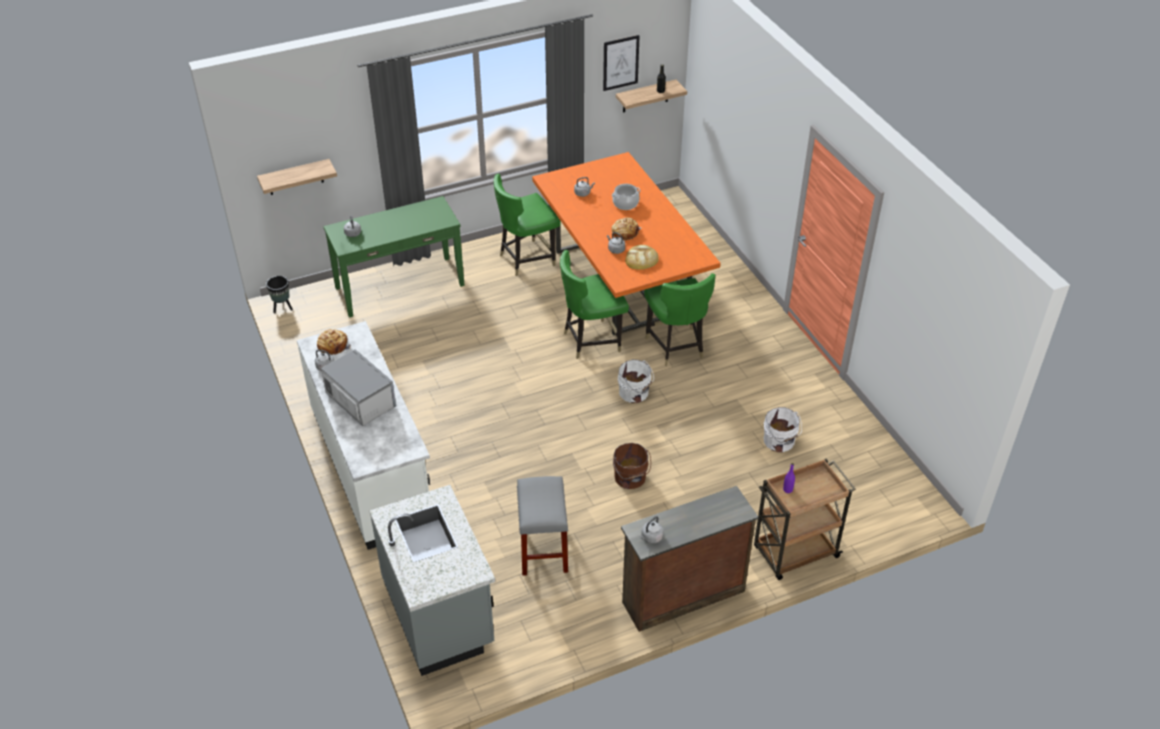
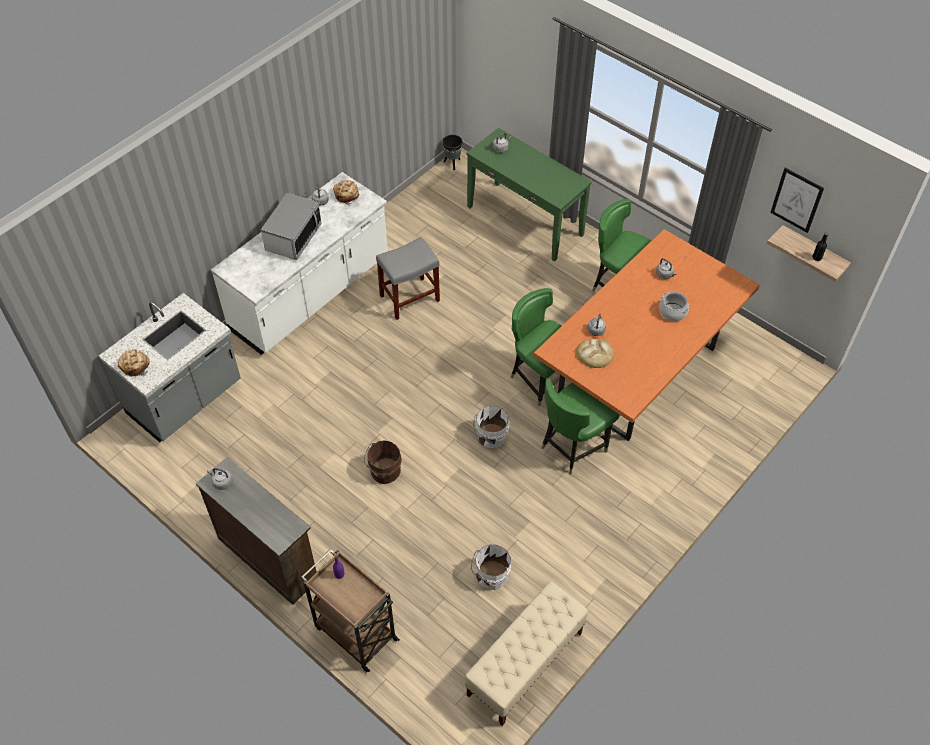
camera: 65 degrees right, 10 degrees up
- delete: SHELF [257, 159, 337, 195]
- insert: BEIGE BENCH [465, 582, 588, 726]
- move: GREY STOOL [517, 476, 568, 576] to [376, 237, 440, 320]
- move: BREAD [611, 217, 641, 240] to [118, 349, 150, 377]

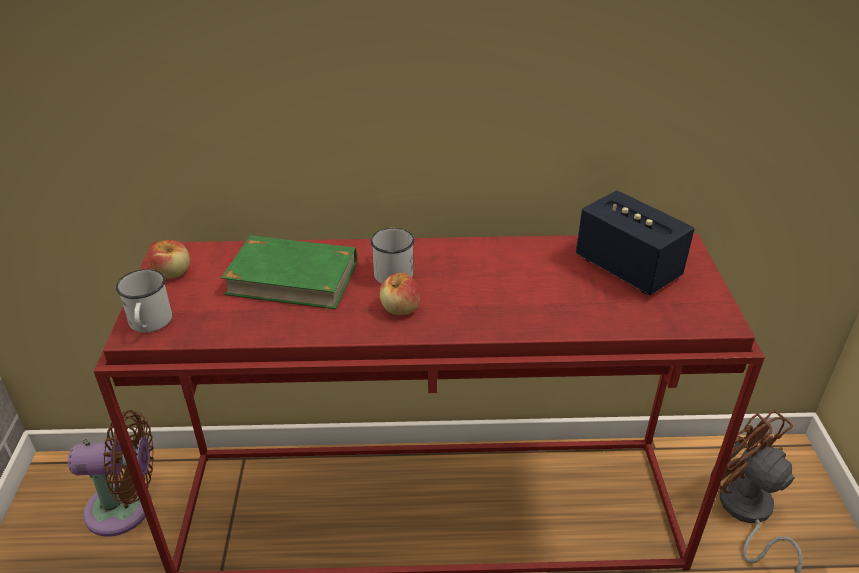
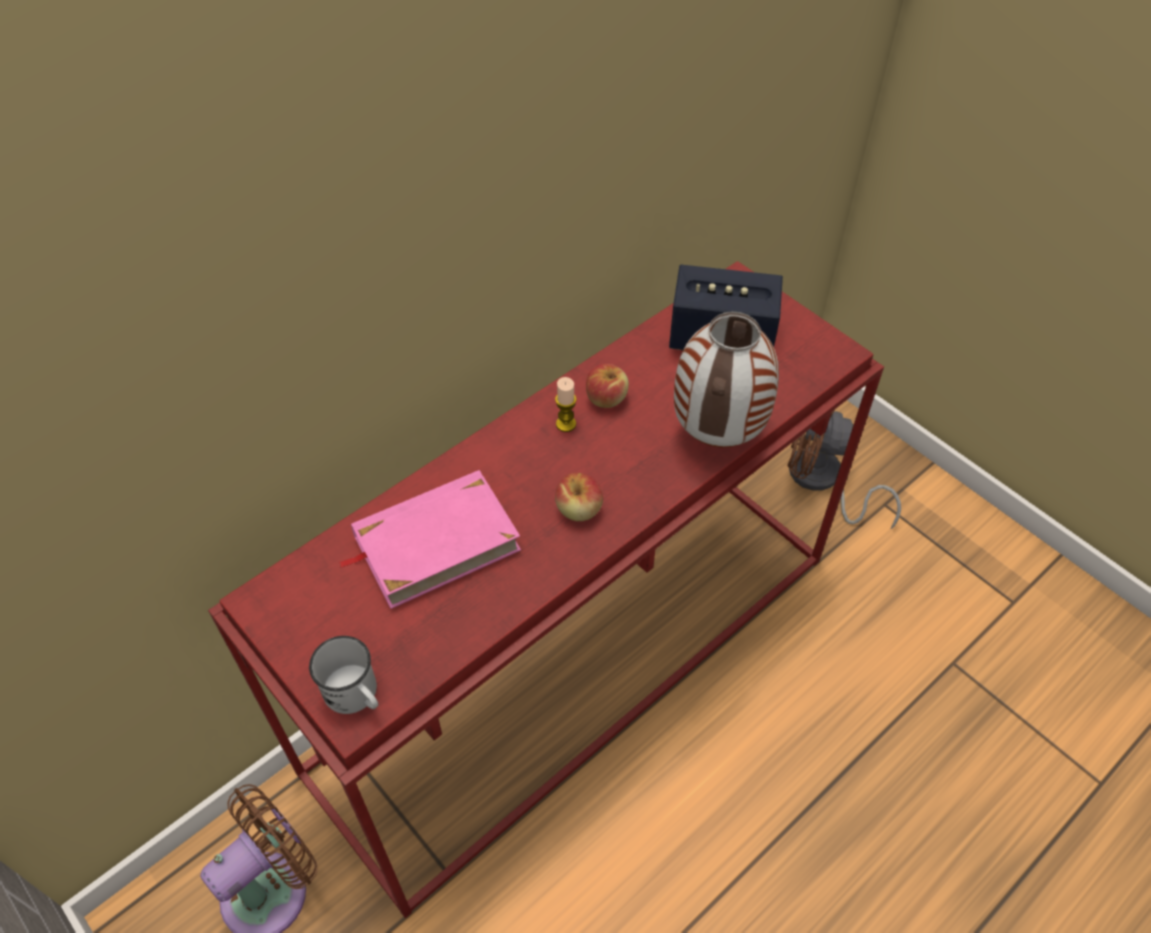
camera: 40 degrees left, 15 degrees up
- delete: WHITE MUG [370, 228, 415, 284]
- insert: CANDLE [555, 377, 576, 432]
- insert: VASE [674, 311, 779, 447]
- move: APPLE [148, 240, 190, 279] to [586, 364, 629, 408]
- recolor: GREEN BOOK [221, 235, 357, 309] to PINK BOOK [338, 470, 521, 609]

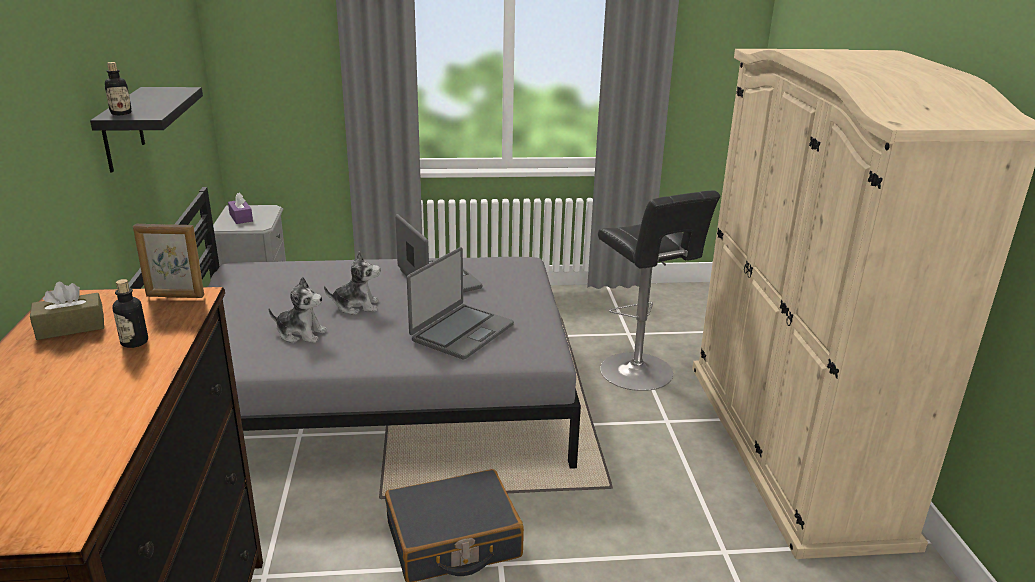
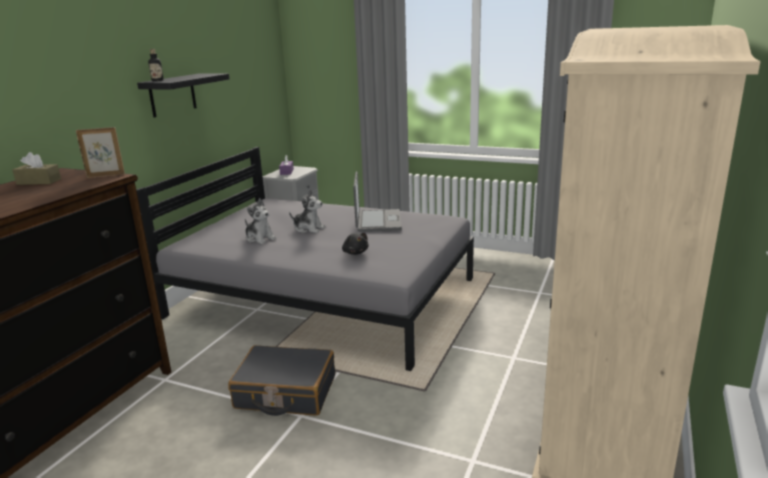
camera: 30 degrees right, 5 degrees down
- delete: BOTTLE [112, 279, 148, 348]
- delete: BLACK STOOL [598, 190, 720, 391]
- replace: LAPTOP [407, 247, 514, 360] to BLACK PLUSH TOY [342, 233, 369, 255]
- rotate: PICTURE FRAME [133, 224, 204, 298] = [76, 127, 125, 178] 135 degrees clockwise

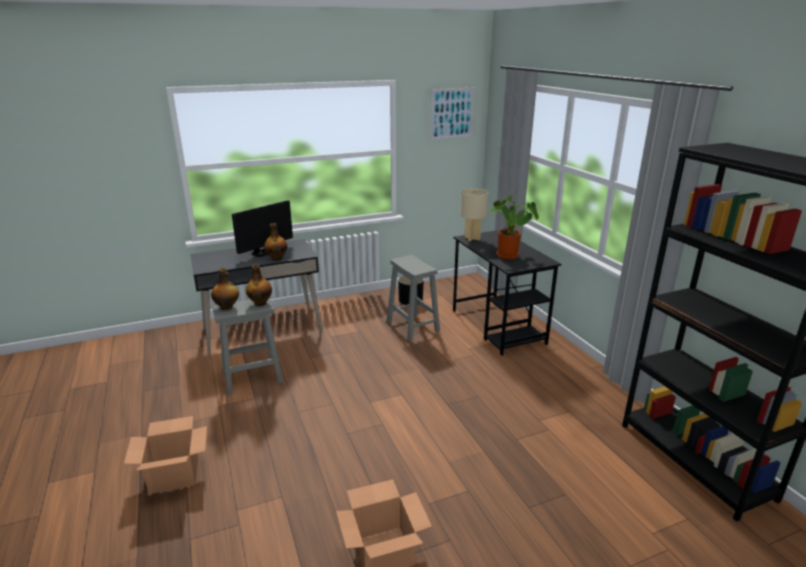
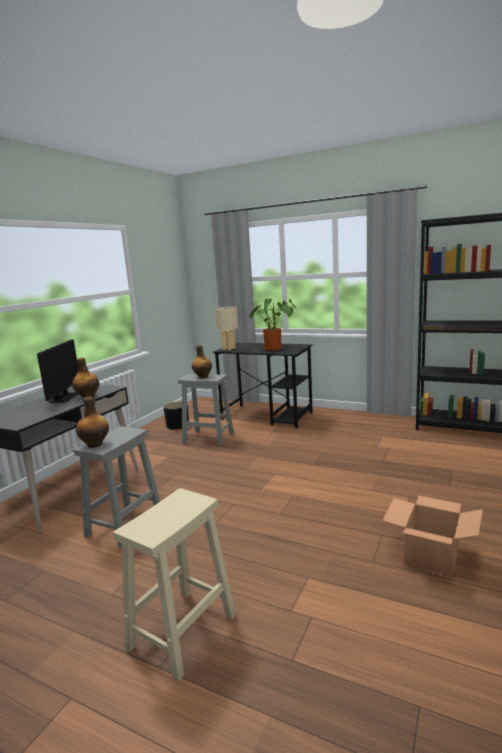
camera: 40 degrees left, 10 degrees down
- delete: PICTURE [430, 88, 474, 140]
- move: BOTTLE [246, 264, 272, 306] to [192, 345, 212, 378]
- replace: CARDBOARD BOX [124, 416, 207, 494] to BEIGE STOOL [113, 488, 236, 682]

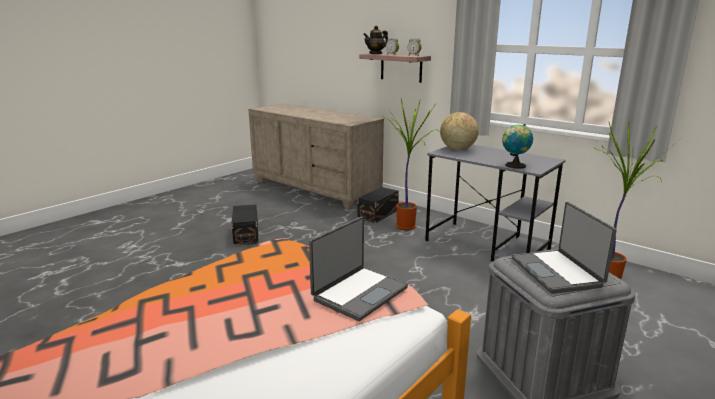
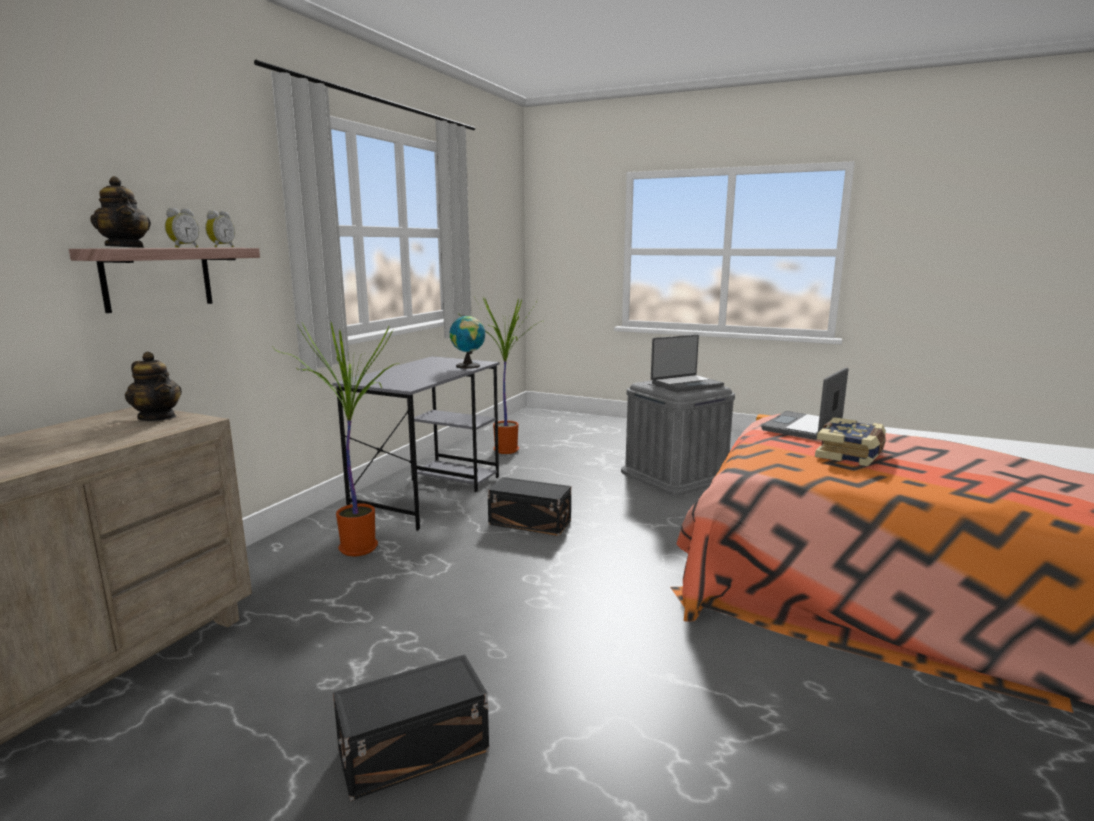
camera: 105 degrees left, 5 degrees down
- delete: GLOBE [440, 112, 479, 150]
- insert: TEAPOT [125, 352, 182, 421]
- insert: BOOK [815, 417, 886, 466]
- move: BLACK STORAGE BOX [358, 187, 399, 223] to [488, 477, 571, 536]
- rotate: LAPTOP [309, 217, 408, 321] = [761, 368, 848, 440] 75 degrees counterclockwise

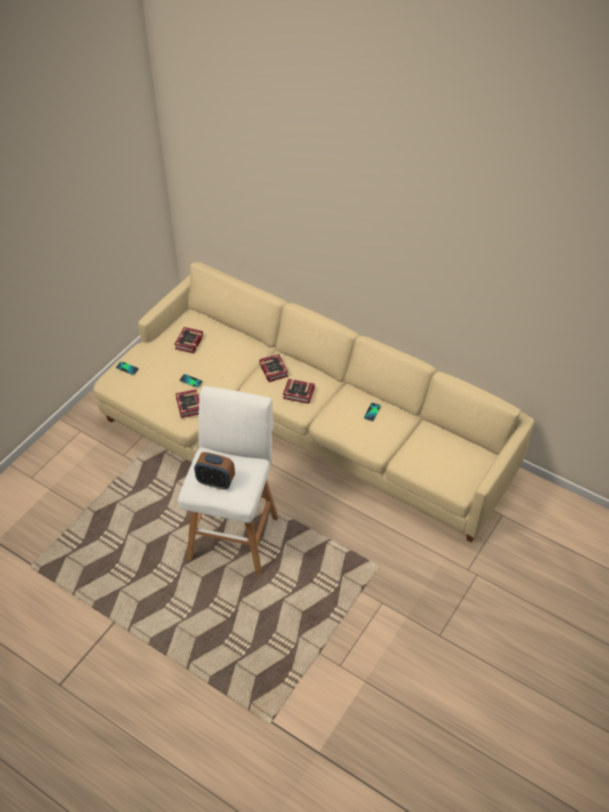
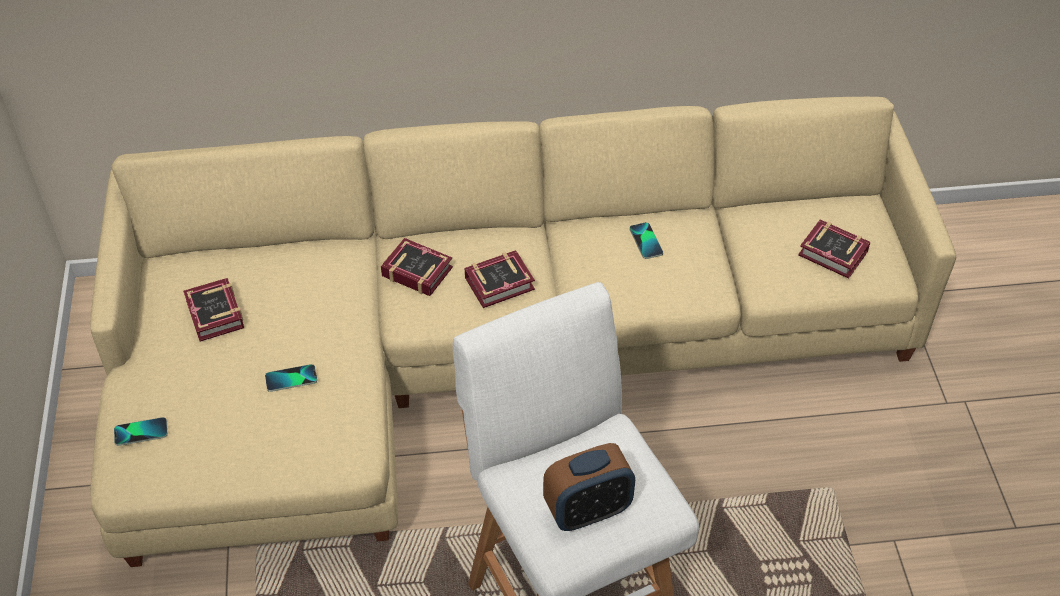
camera: 40 degrees left, 0 degrees up
- move: BOOK [175, 389, 199, 418] to [798, 220, 871, 279]

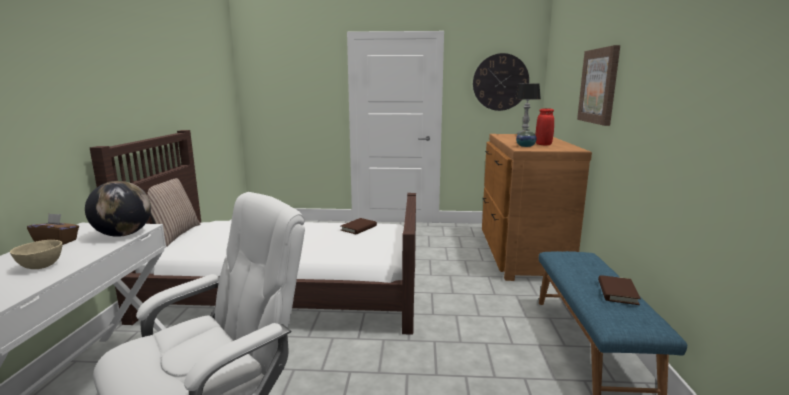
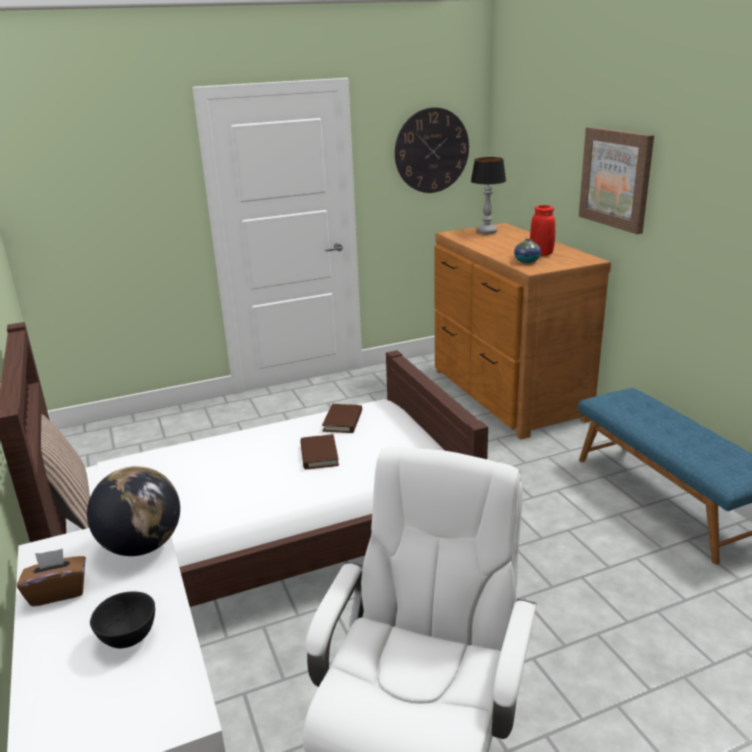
camera: 25 degrees left, 10 degrees up
- move: BROWN BOOK [598, 275, 641, 305] to [301, 434, 339, 469]
- recolor: BEIGE BOWL [10, 240, 63, 269] to BLACK BOWL [90, 591, 155, 648]

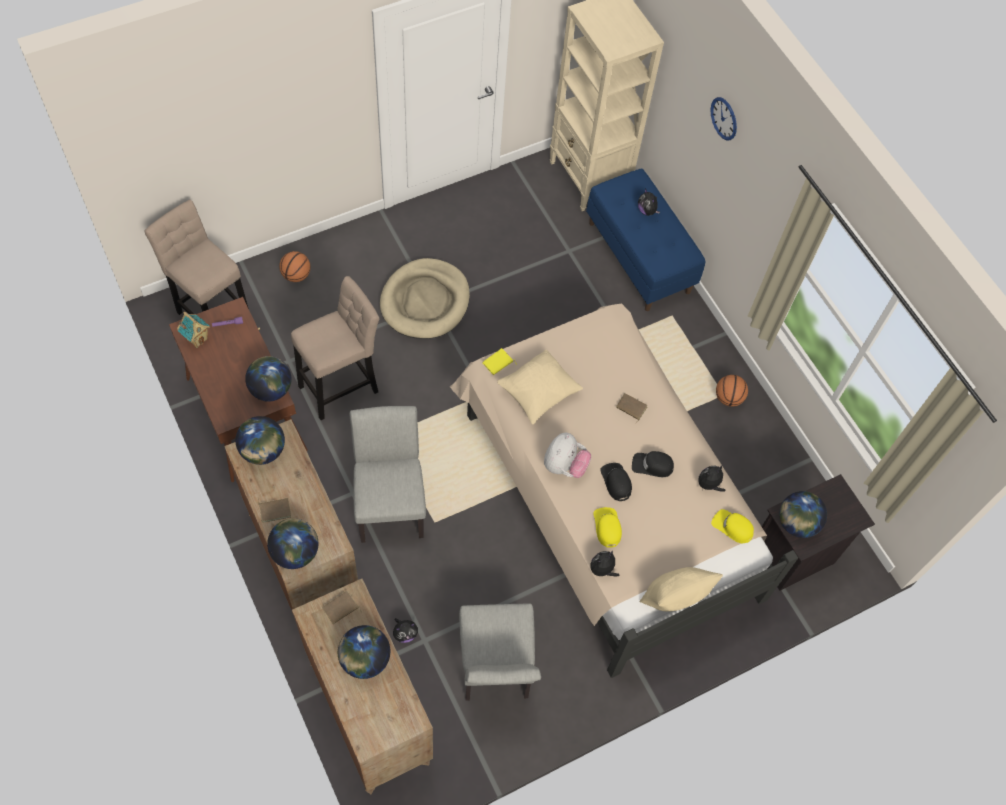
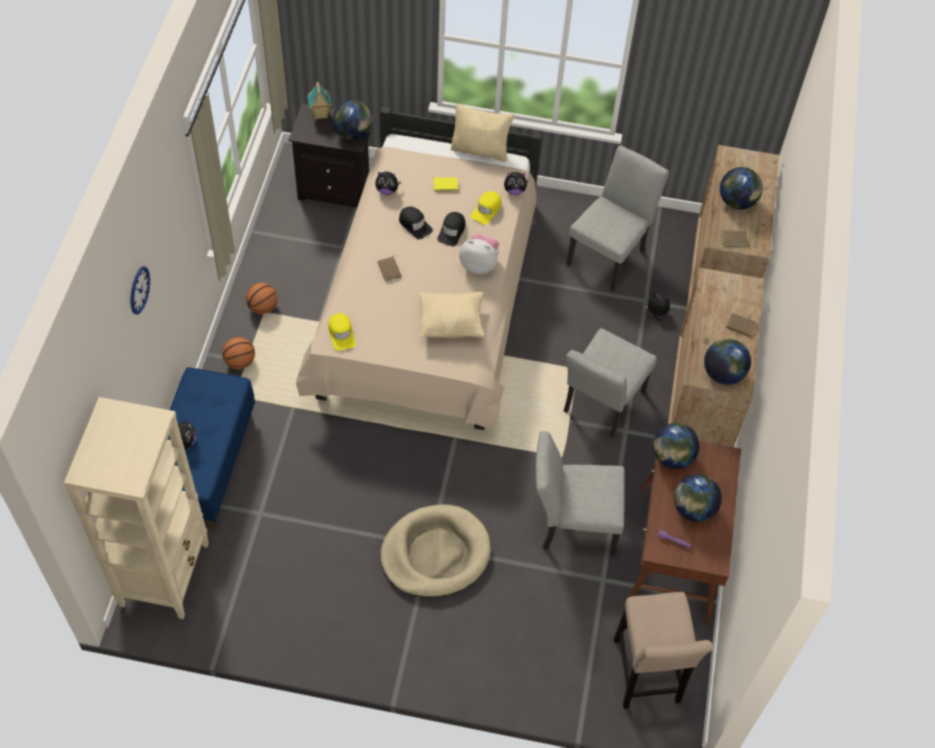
camera: 140 degrees left, 5 degrees down
- move: TOY HOUSE [177, 312, 210, 348] to [307, 81, 332, 120]
- move: GLOBE [267, 518, 318, 569] to [674, 474, 722, 522]
- move: BASKETBALL [279, 251, 311, 282] to [222, 337, 255, 369]
- move: YELLOW BOOK [482, 348, 517, 375] to [433, 175, 458, 192]
- move: YELLOW CAP [711, 509, 754, 543] to [328, 313, 356, 350]
- replace: BEIGE STOOL [291, 276, 379, 420] to GREY CHAIR [536, 431, 625, 556]
- rotate: PLUSH TOY [544, 433, 591, 478] = [459, 234, 499, 274] 45 degrees clockwise

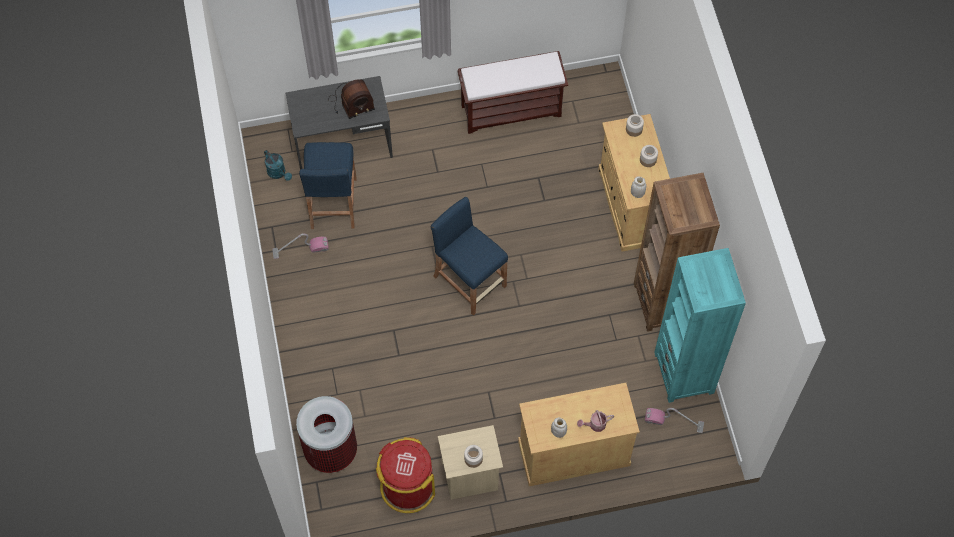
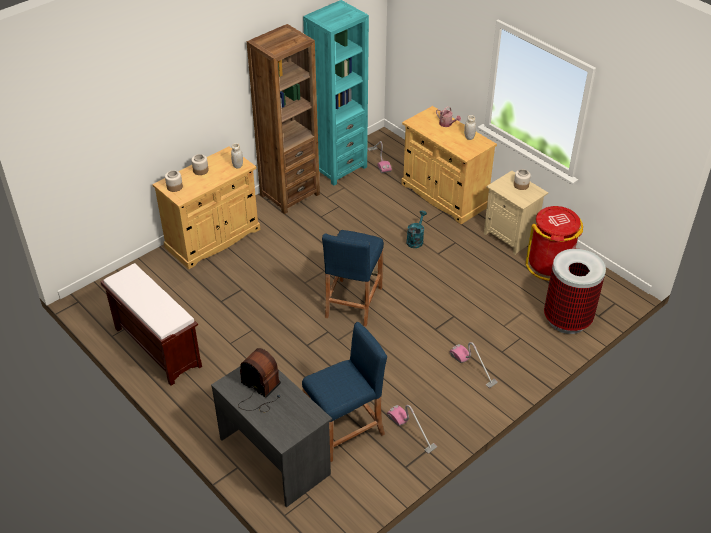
camera: 120 degrees left, 20 degrees down
- insert: VACUUM CLEANER [450, 342, 498, 388]
- move: TURQUOISE WATERING CAN [264, 150, 292, 181] to [406, 211, 427, 248]

